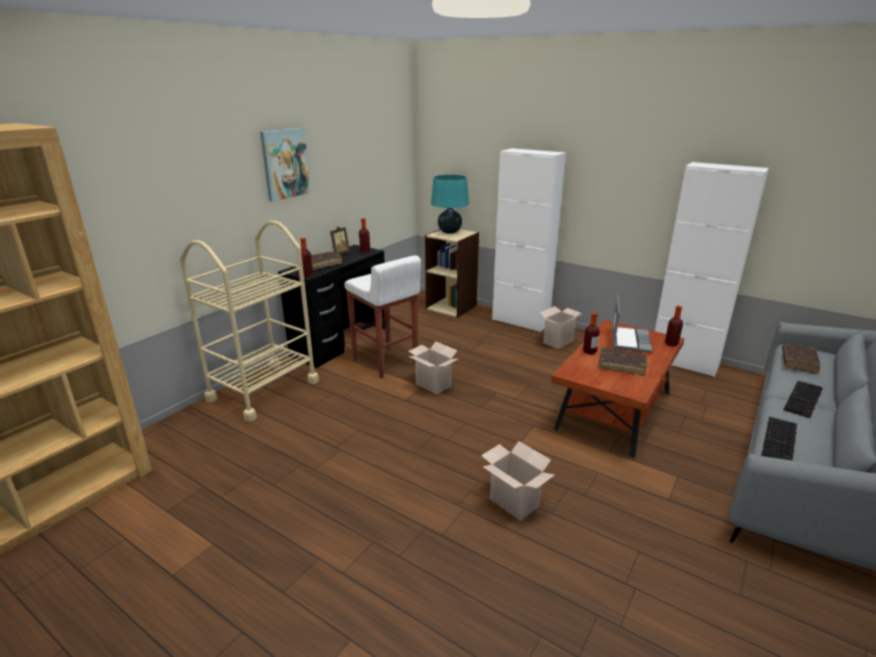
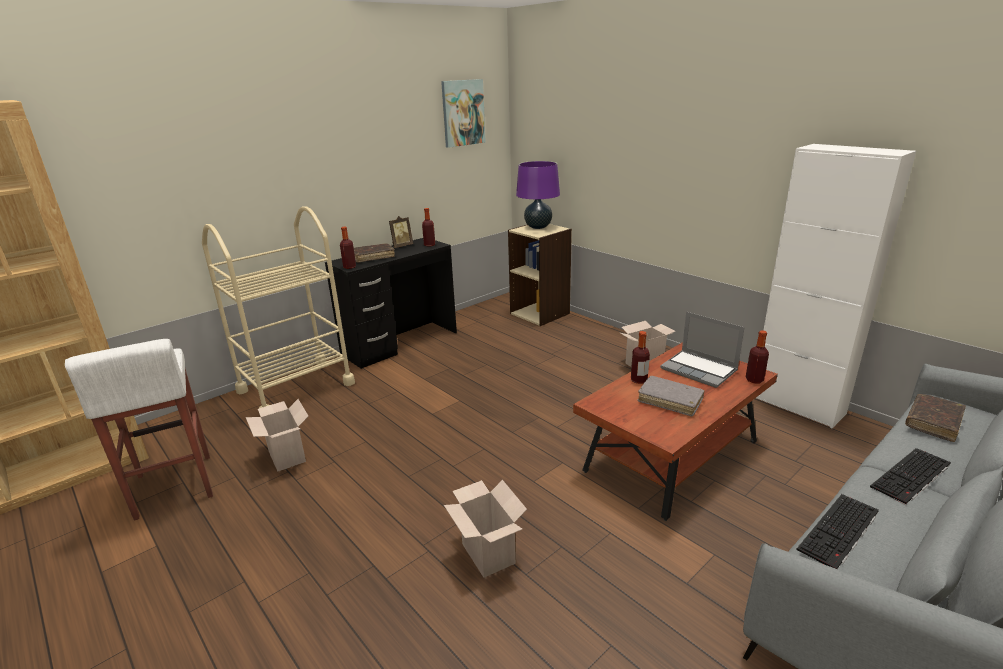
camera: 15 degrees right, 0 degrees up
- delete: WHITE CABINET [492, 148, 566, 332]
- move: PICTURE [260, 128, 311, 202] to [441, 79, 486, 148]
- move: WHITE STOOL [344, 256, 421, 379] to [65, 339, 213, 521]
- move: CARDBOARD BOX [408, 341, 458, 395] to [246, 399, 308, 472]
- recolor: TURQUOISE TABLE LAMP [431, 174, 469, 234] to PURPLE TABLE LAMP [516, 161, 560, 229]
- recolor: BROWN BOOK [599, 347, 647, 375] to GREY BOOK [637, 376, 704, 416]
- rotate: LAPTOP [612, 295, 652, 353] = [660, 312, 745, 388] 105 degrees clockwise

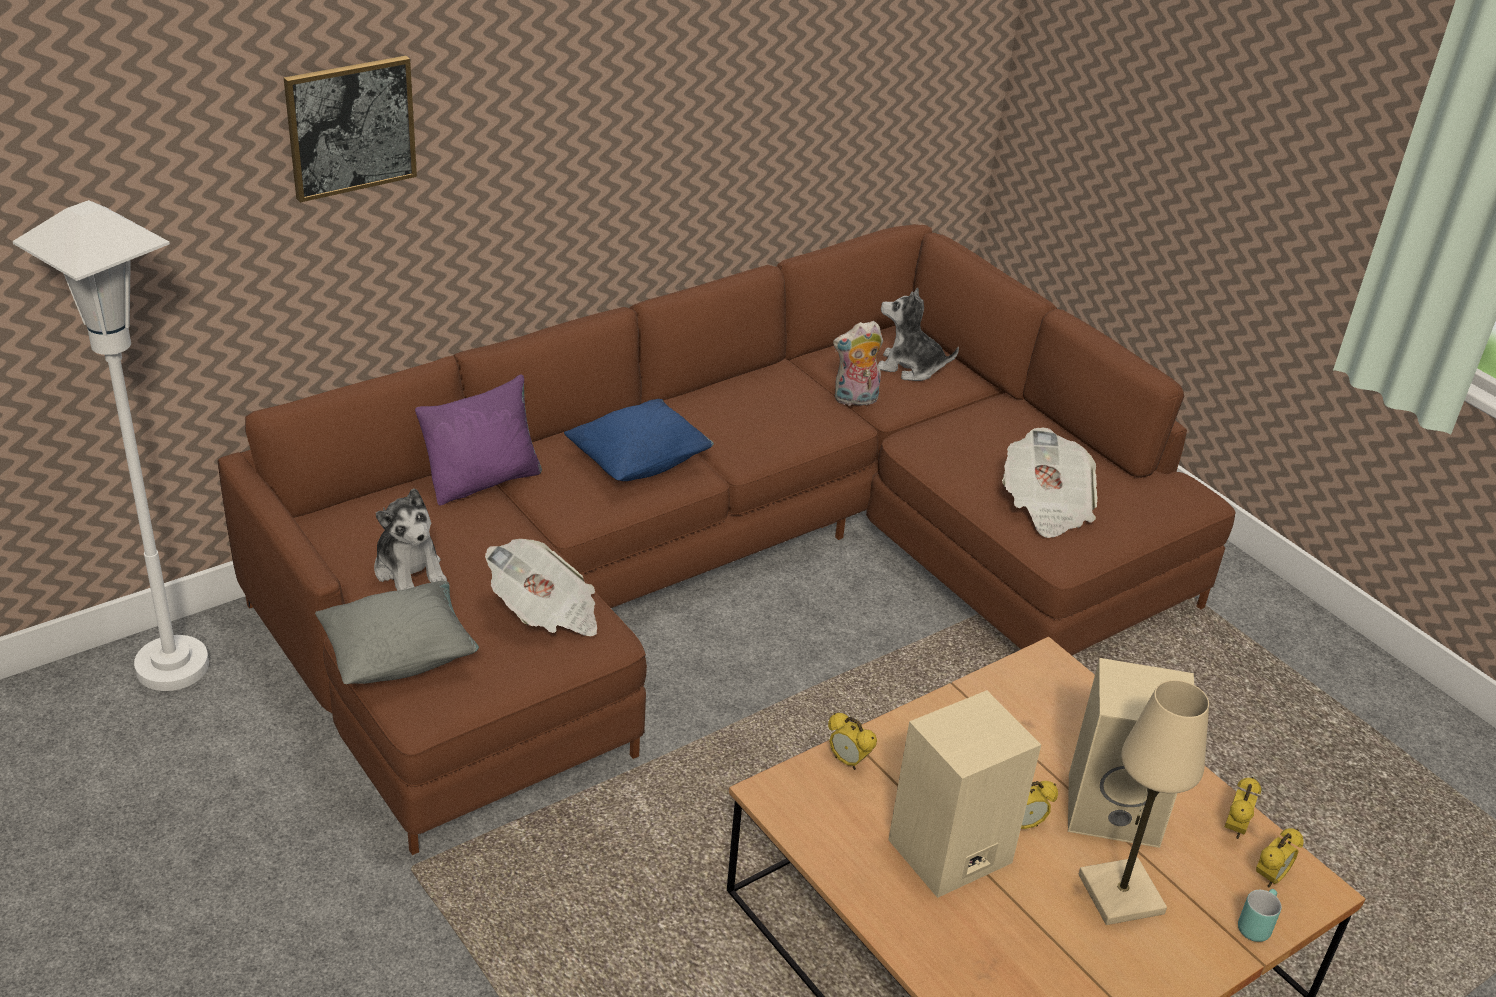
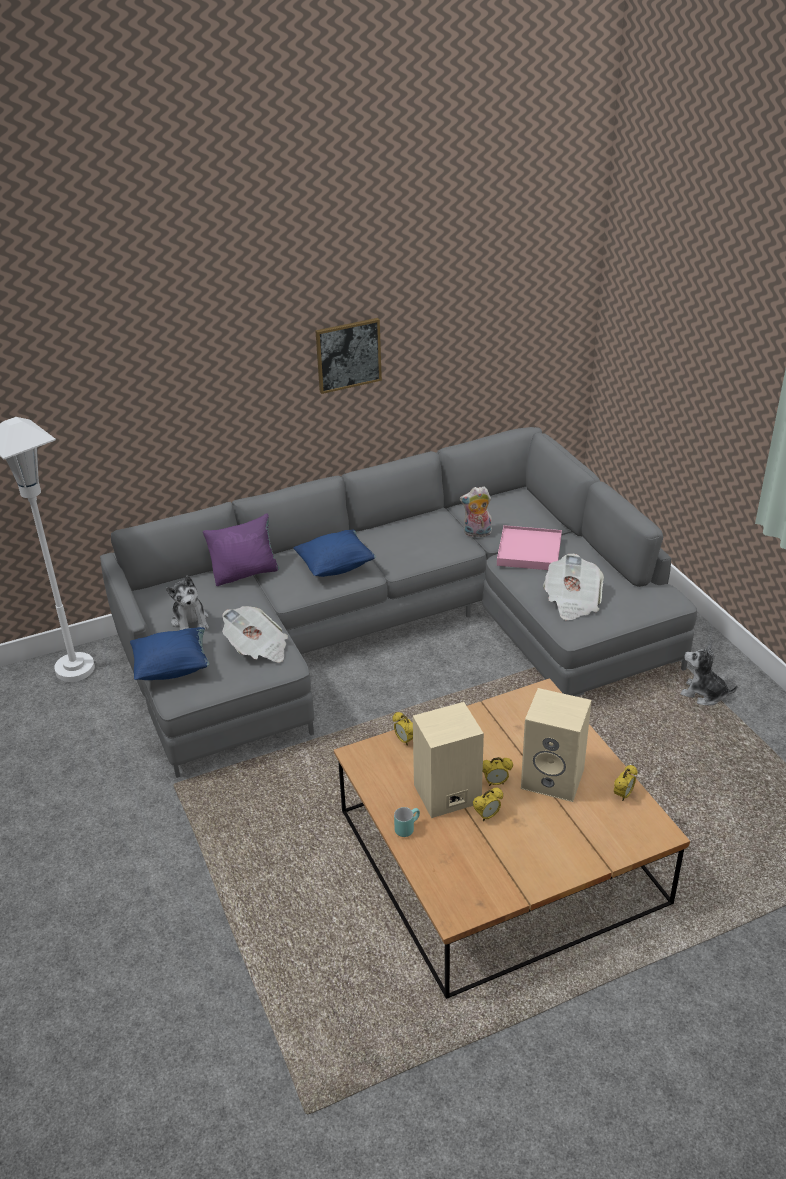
camera: 15 degrees right, 0 degrees up
- delete: BEIGE TABLE LAMP [1079, 680, 1209, 925]
- insert: PINK TRAY [497, 525, 562, 570]
- move: PICTURE [284, 56, 417, 202] to [315, 318, 382, 394]
- move: PLUSH TOY [878, 287, 959, 381] to [681, 643, 738, 706]
- move: TURQUOISE MUG [1238, 889, 1281, 942] to [394, 807, 420, 837]
- move: ALARM CLOCK [1256, 828, 1304, 888] to [473, 788, 503, 821]
- recolor: BROWN SOFA [218, 224, 1235, 855] to GREY SOFA [100, 427, 697, 778]
- recolor: GREY PILLOW [315, 581, 479, 684] to BLUE PILLOW [130, 627, 210, 680]

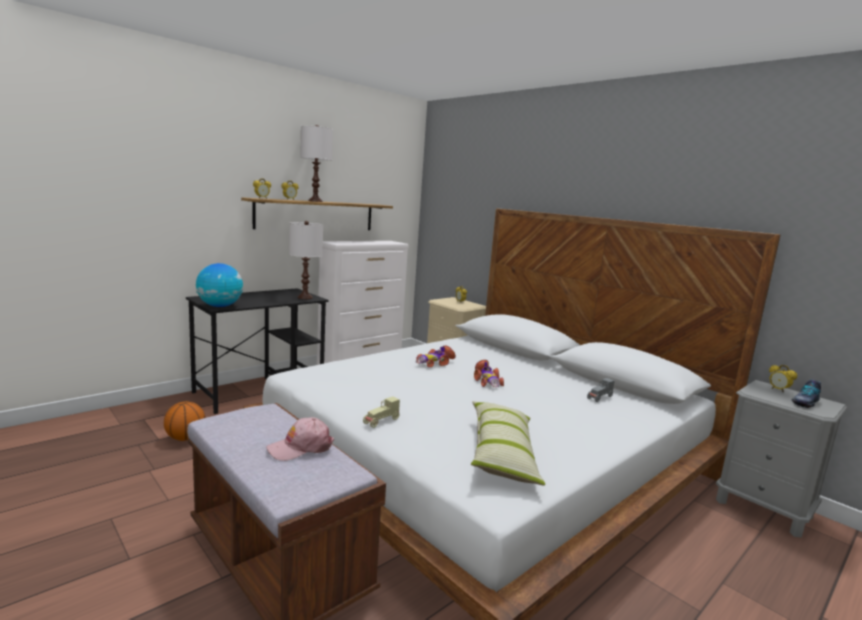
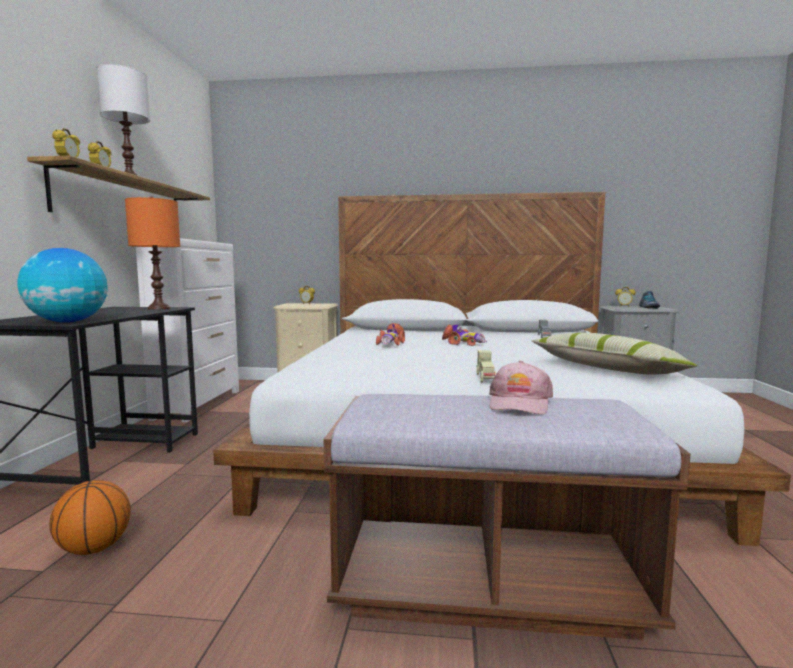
camera: 40 degrees left, 5 degrees down
- recolor: WHITE TABLE LAMP [289, 221, 323, 299] to ORANGE TABLE LAMP [125, 196, 180, 310]

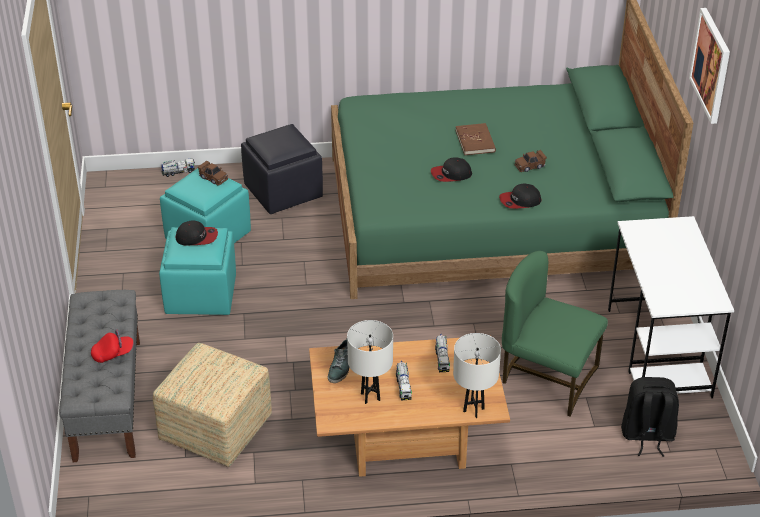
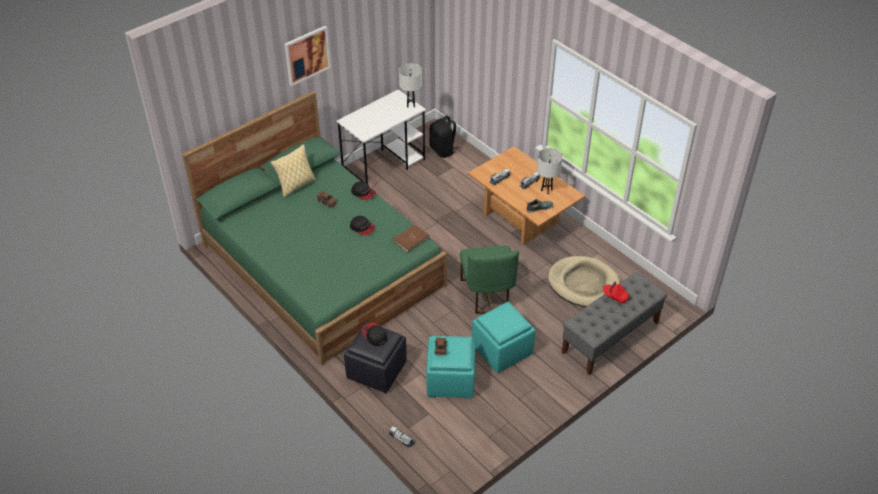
camera: 125 degrees left, 5 degrees up
- insert: PILLOW [271, 144, 316, 198]
- move: CAP [176, 220, 218, 246] to [362, 322, 387, 346]
- move: WHITE TABLE LAMP [453, 333, 501, 418] to [399, 63, 422, 108]
- move: BROWN BOOK [455, 123, 496, 155] to [393, 224, 429, 252]
- move: GREEN CHAIR [502, 251, 608, 417] to [460, 245, 519, 314]
- replace: OTTOMAN [153, 343, 272, 467] to BEIGE DOG BED [548, 256, 620, 307]

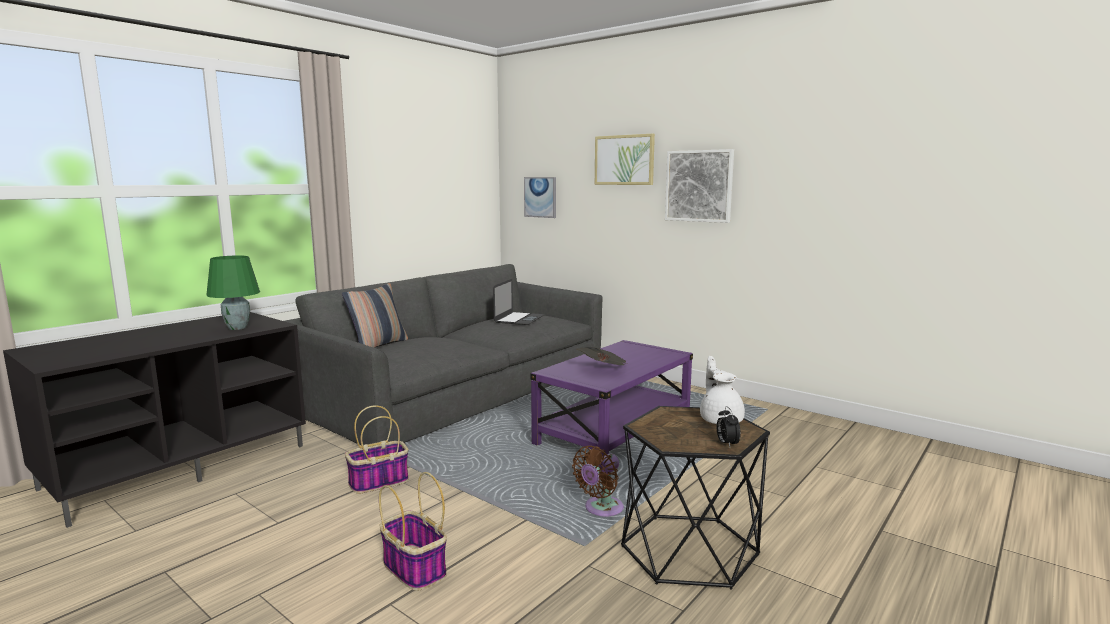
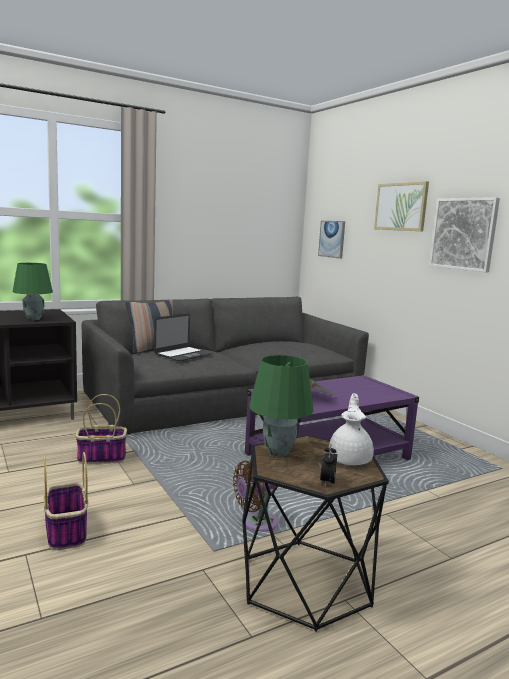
camera: 20 degrees right, 0 degrees up
- insert: GREEN TABLE LAMP [249, 355, 314, 457]
- move: LAPTOP [493, 279, 544, 325] to [154, 313, 213, 361]

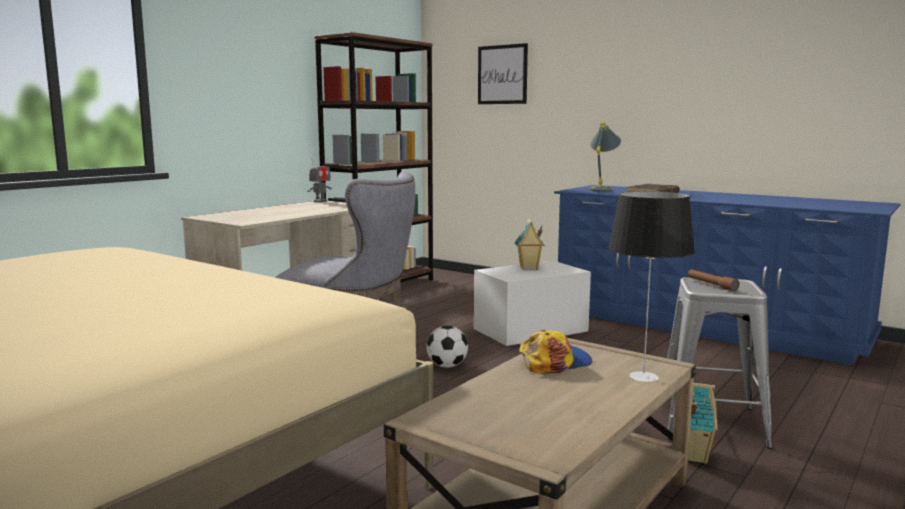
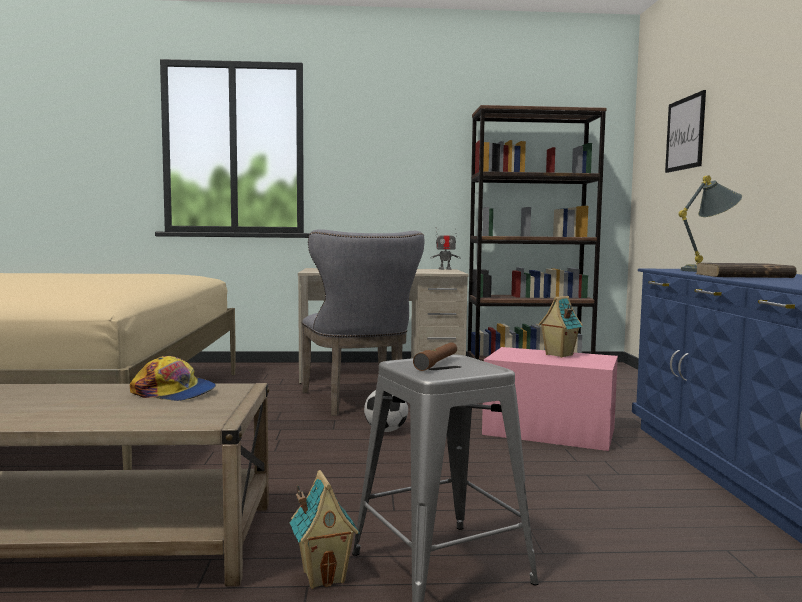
camera: 50 degrees right, 5 degrees down
- delete: TABLE LAMP [608, 191, 695, 382]
- recolor: WHITE STORAGE BOX [474, 261, 591, 346] to PINK STORAGE BOX [482, 347, 618, 451]

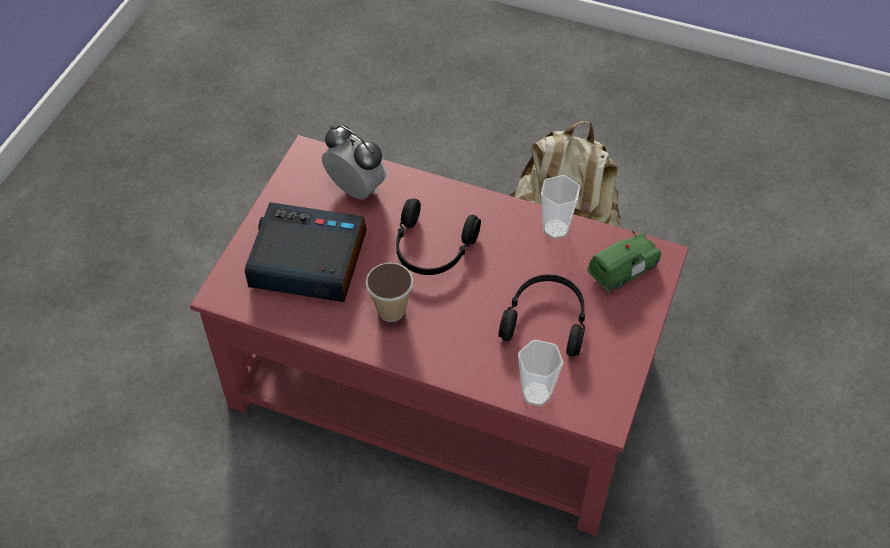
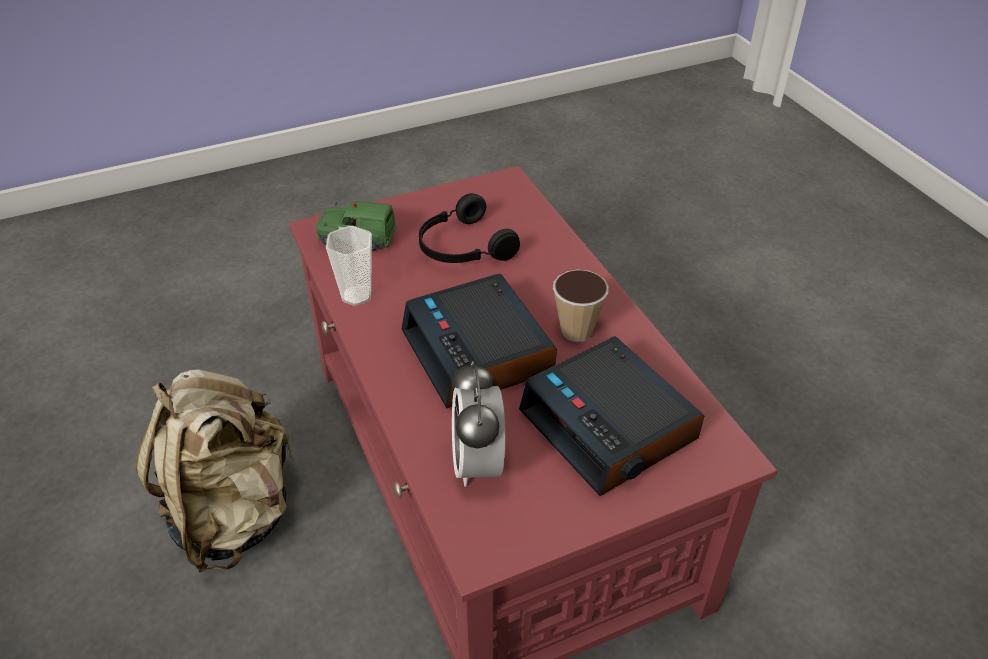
camera: 135 degrees left, 10 degrees down
- delete: CUP [518, 340, 563, 406]
- replace: BLACK HEADPHONES [396, 199, 481, 275] to ALARM CLOCK [402, 274, 557, 409]

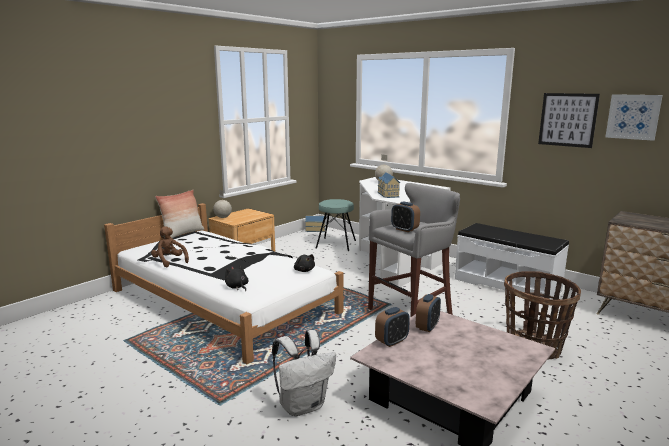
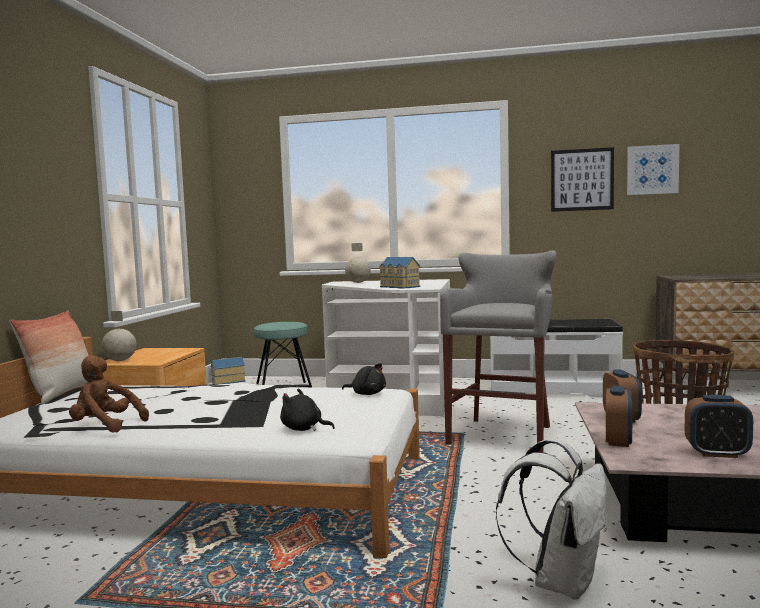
camera: 30 degrees left, 10 degrees down
- move: ALARM CLOCK [391, 202, 420, 232] to [685, 395, 753, 458]

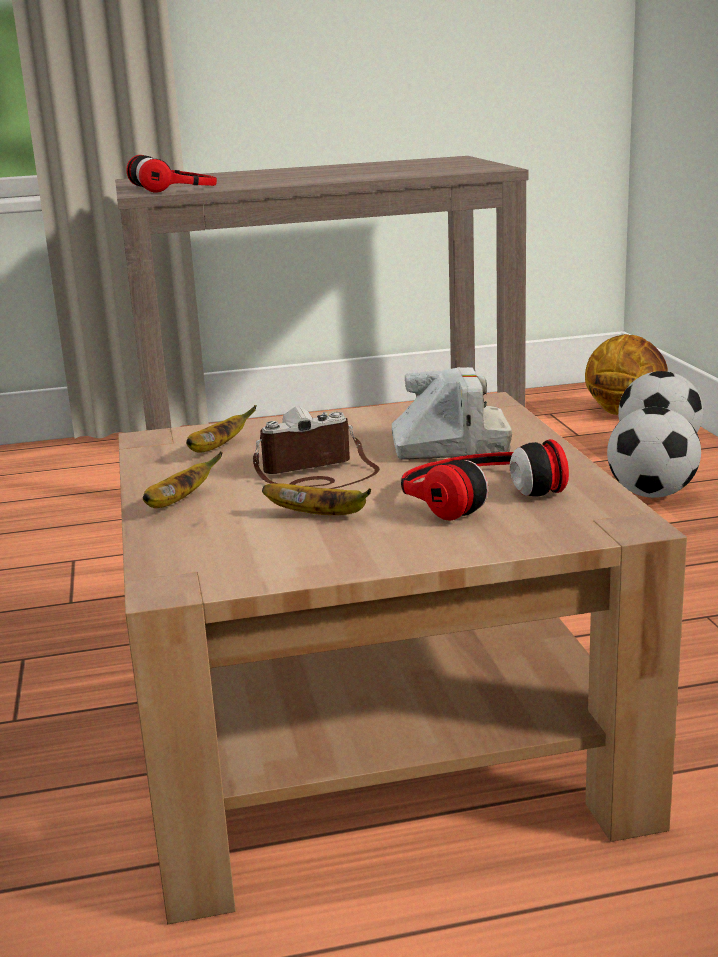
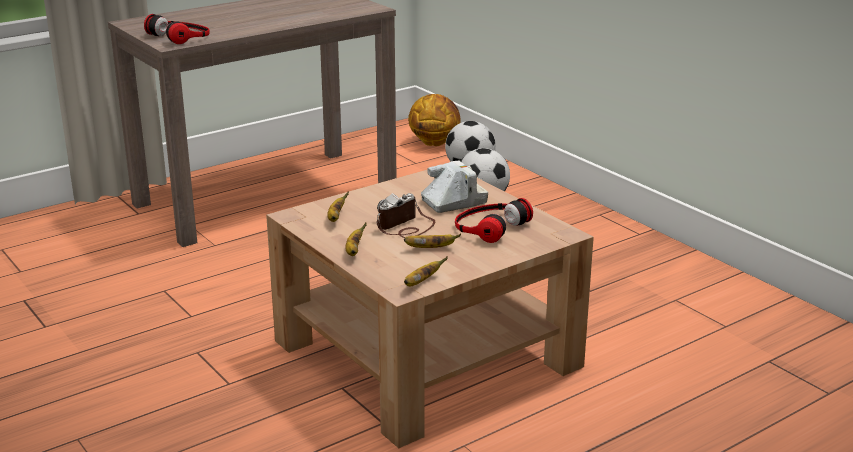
camera: 25 degrees left, 5 degrees up
- insert: BANANA [404, 256, 448, 286]

